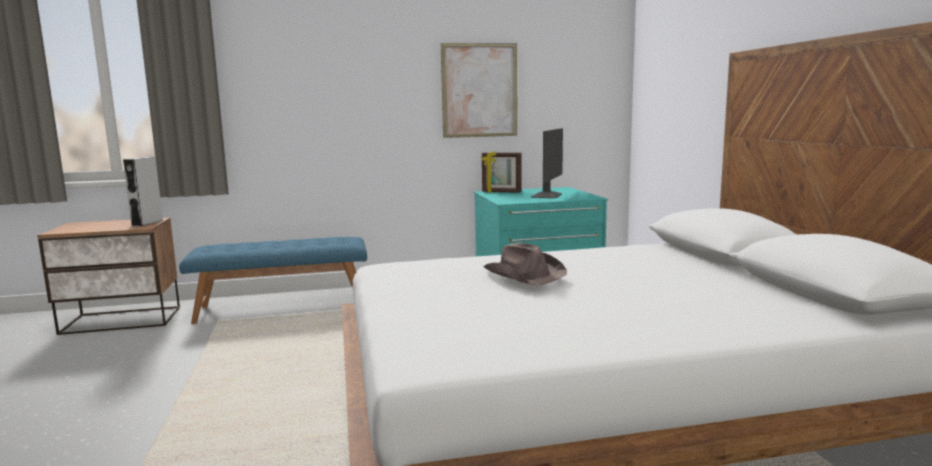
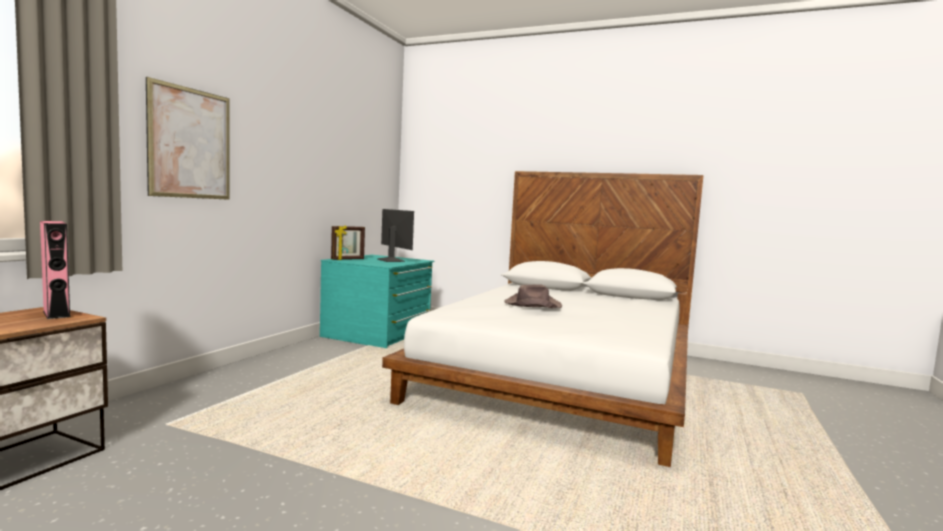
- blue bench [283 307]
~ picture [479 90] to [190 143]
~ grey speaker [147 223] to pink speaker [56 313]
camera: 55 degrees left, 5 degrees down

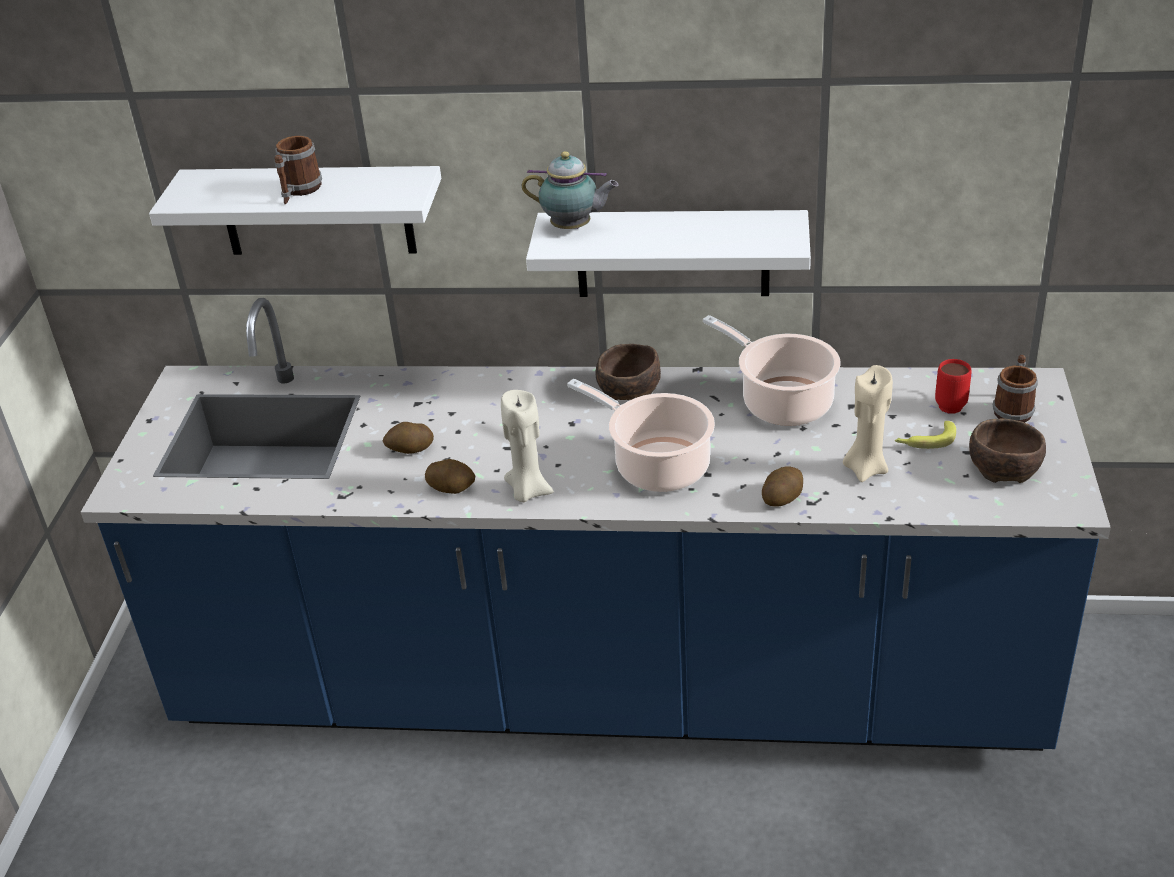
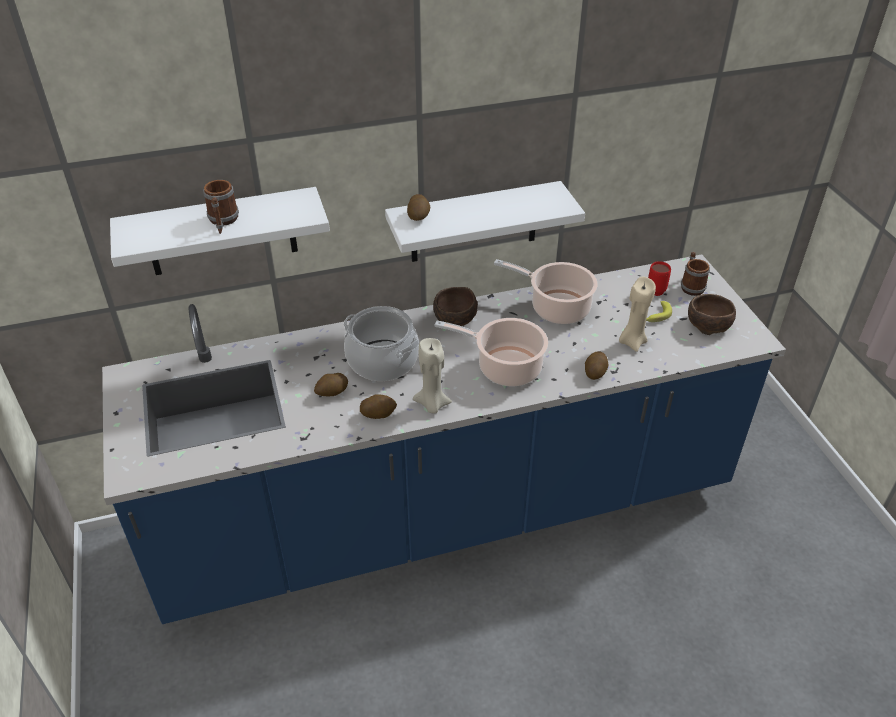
+ cooking pot [383 360]
~ teapot [573 228] to potato [418 217]
camera: 25 degrees left, 5 degrees up

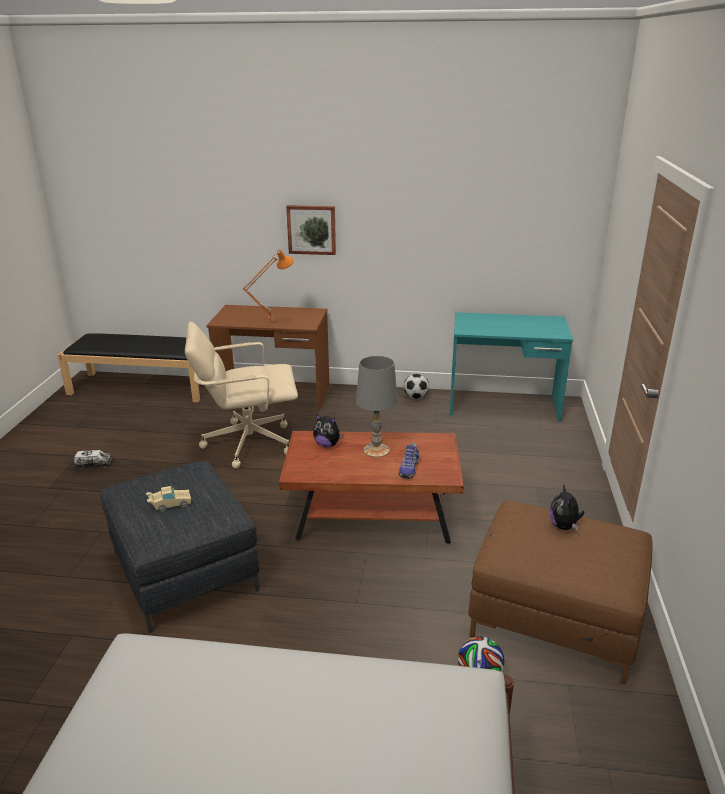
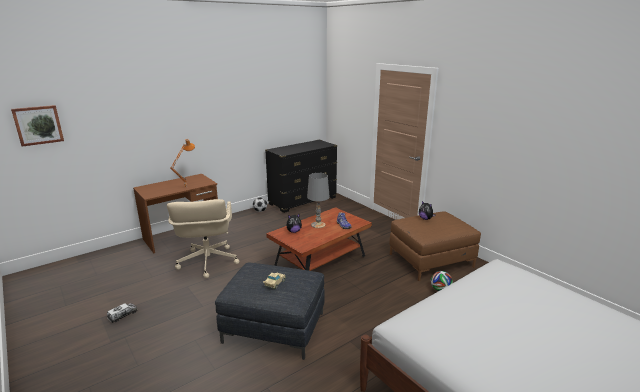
- black bench [143 387]
~ picture [311 229] to [38 125]
~ turquoise desk [504 406] to black dresser [303 201]
~ beige office chair [248 443] = [207 262] 45 degrees counterclockwise
camera: 45 degrees left, 5 degrees down

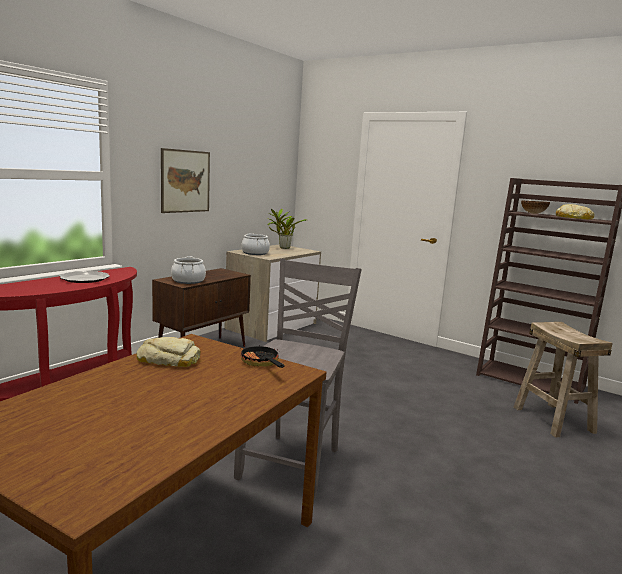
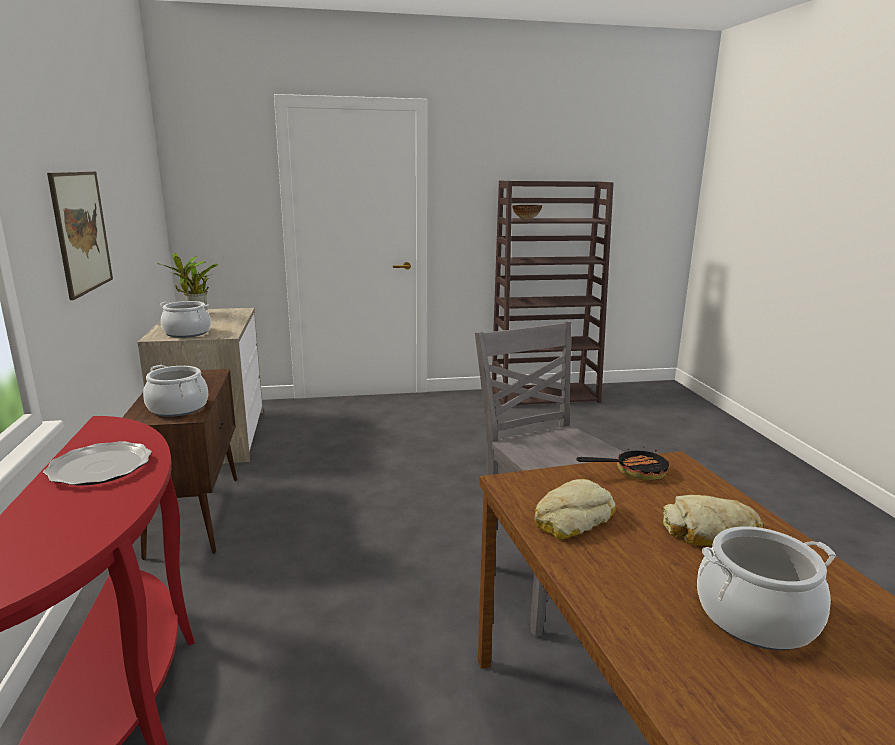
- beige stool [552 419]
+ cooking pot [755 616]
~ bread [573 217] to [709 531]
~ frying pan [261 363] = [633 472] 150 degrees clockwise
camera: 45 degrees left, 5 degrees up

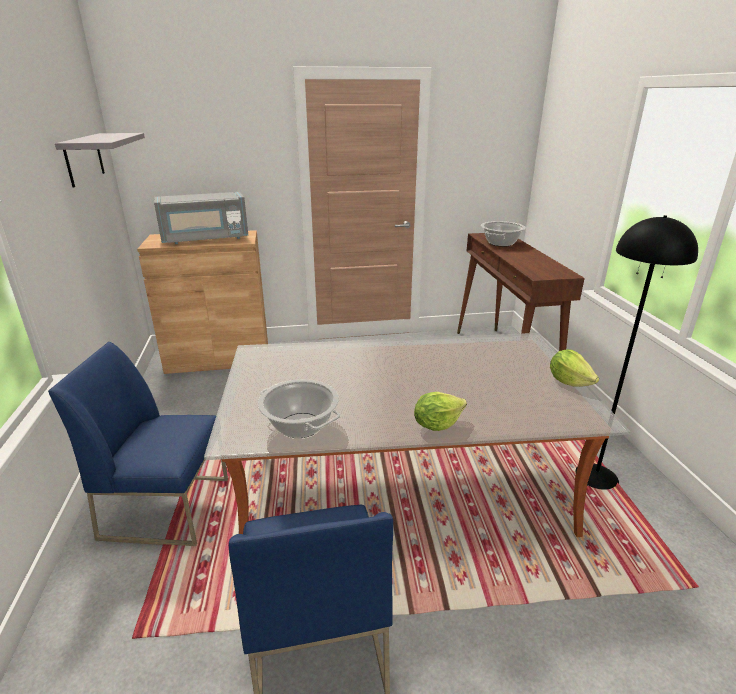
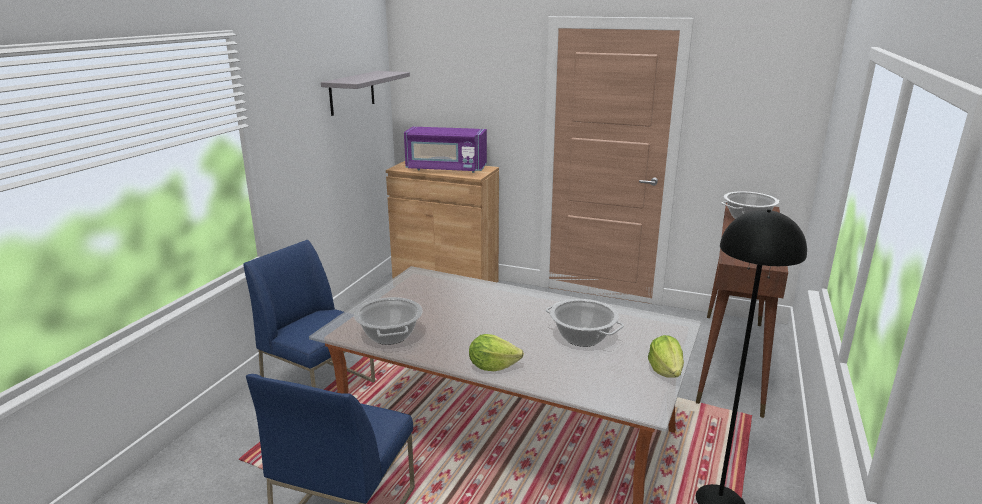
+ cooking pot [583 337]
~ grey microwave [205 239] to purple microwave [446 169]
camera: 30 degrees right, 5 degrees down

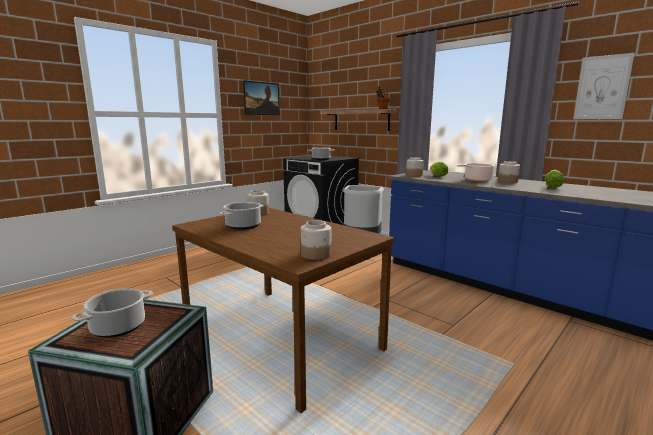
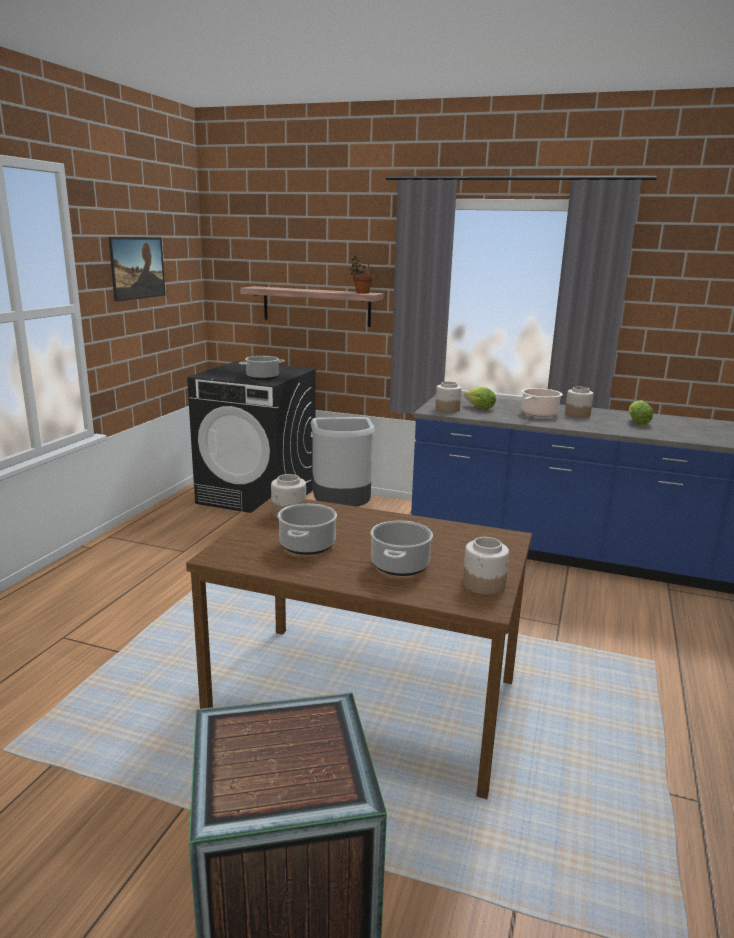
- picture [602 87]
~ cooking pot [118 327] to [400 566]
camera: 25 degrees left, 5 degrees up

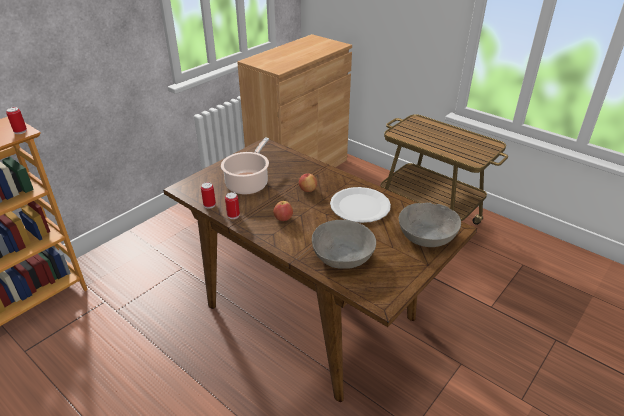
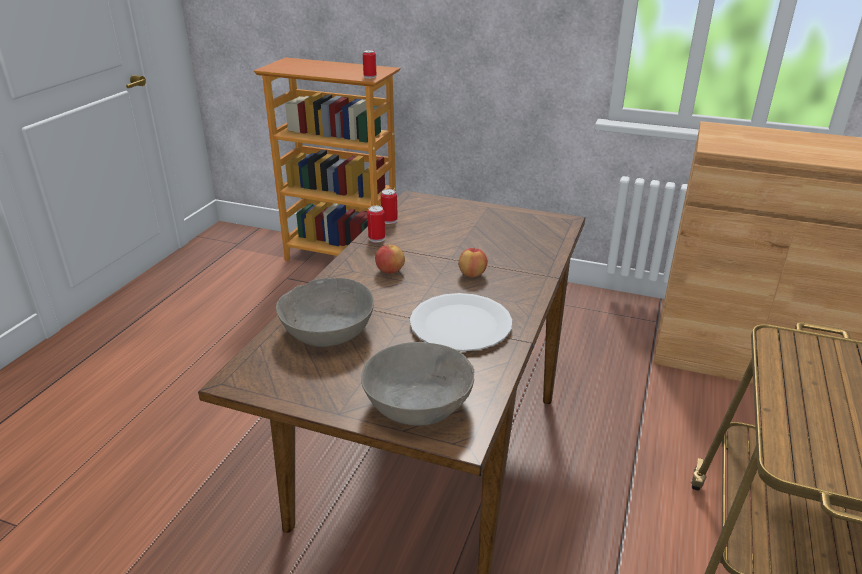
- cooking pot [248 183]
camera: 70 degrees right, 5 degrees down

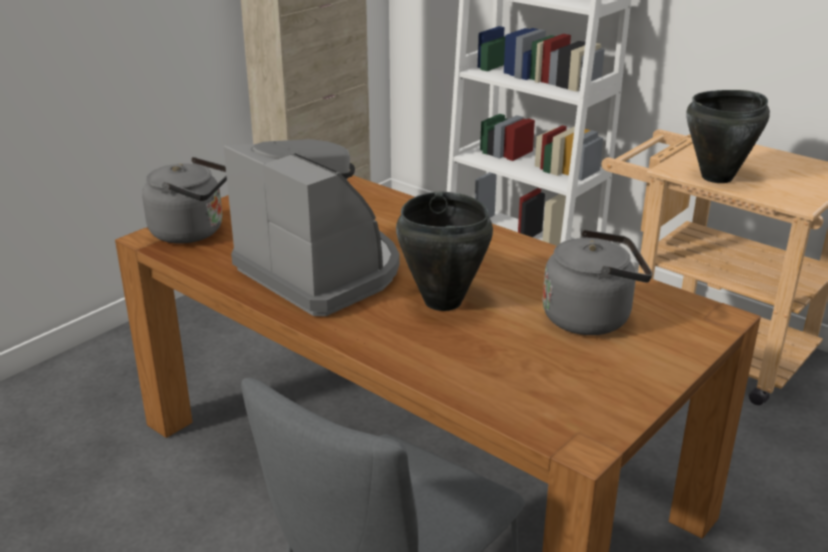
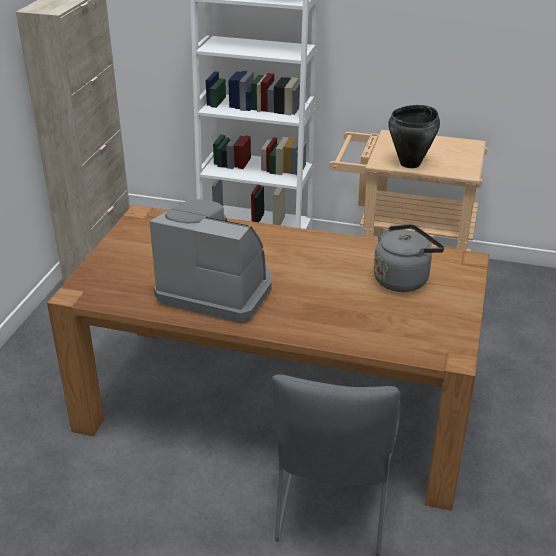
- grey kettle [192 232]
- black cooking pot [442 302]
camera: 25 degrees left, 5 degrees up

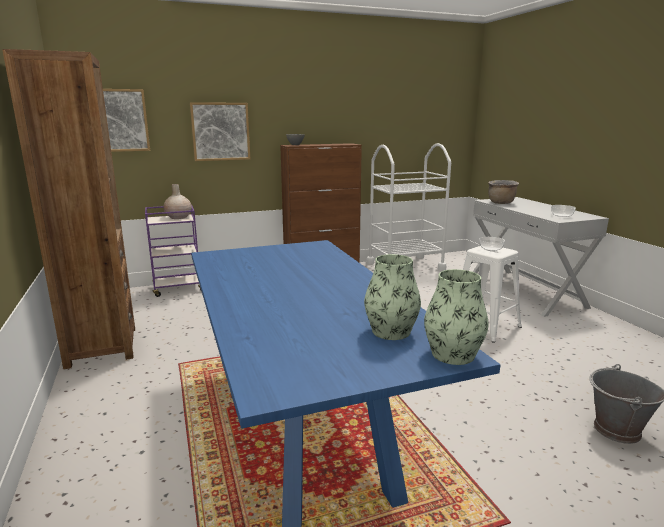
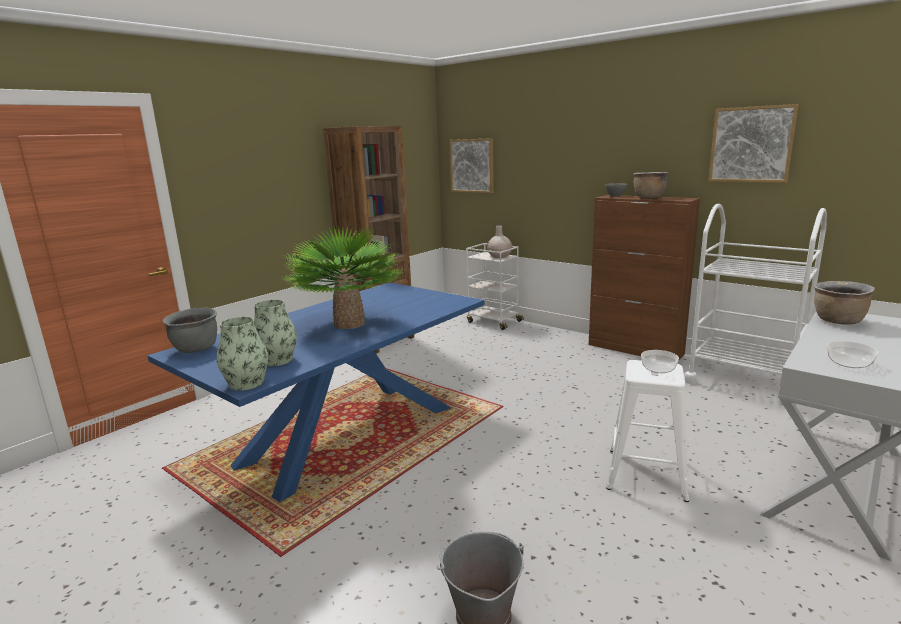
+ grey cooking pot [196 349]
+ potted plant [349 323]
+ brown cooking pot [648 197]
~ picture [220 131] to [751 144]
~ purple cart [178 288] to white cart [493 321]
camera: 60 degrees right, 0 degrees up

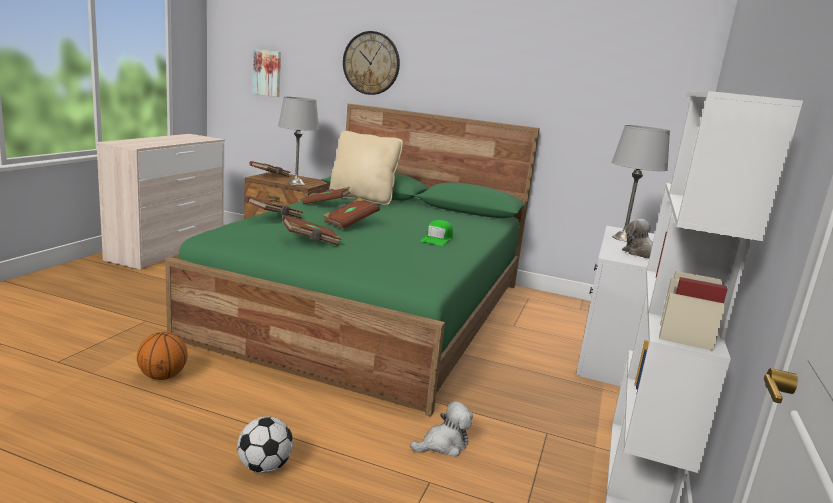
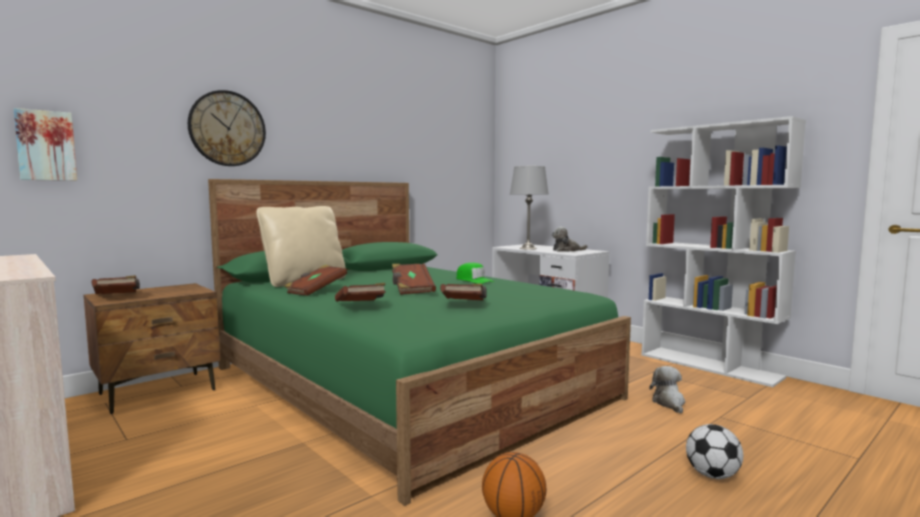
- grey table lamp [296 183]
camera: 60 degrees left, 10 degrees down

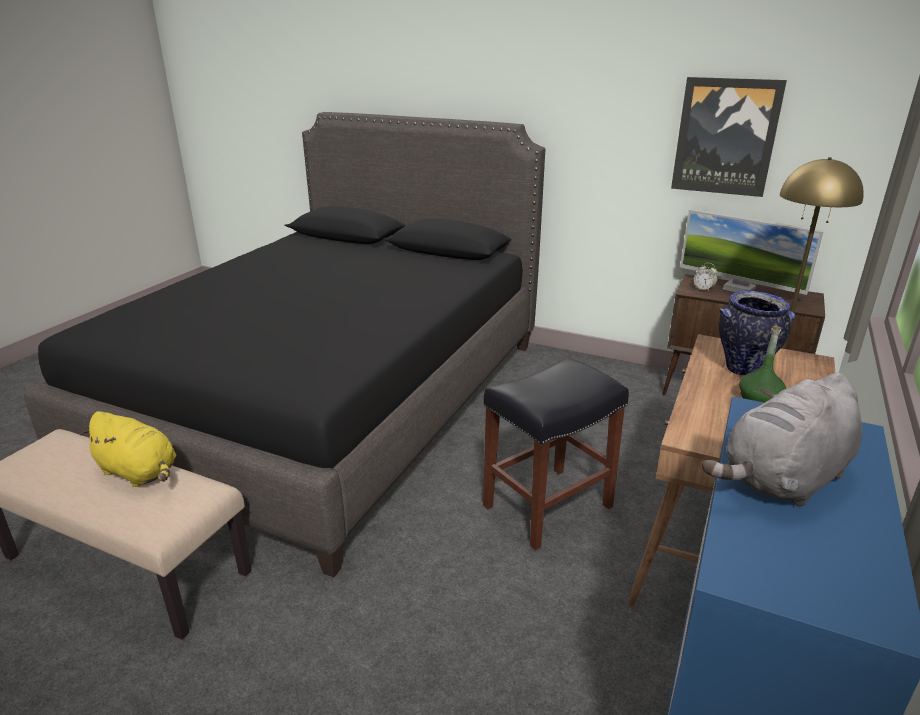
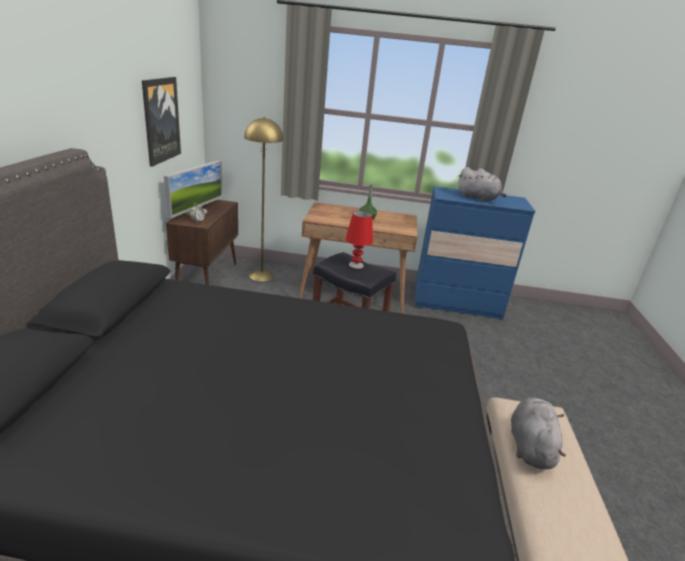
- vase [744 369]
+ red table lamp [356 265]
~ yellow plush toy [140 472] to grey plush toy [530 445]
camera: 110 degrees left, 0 degrees up

